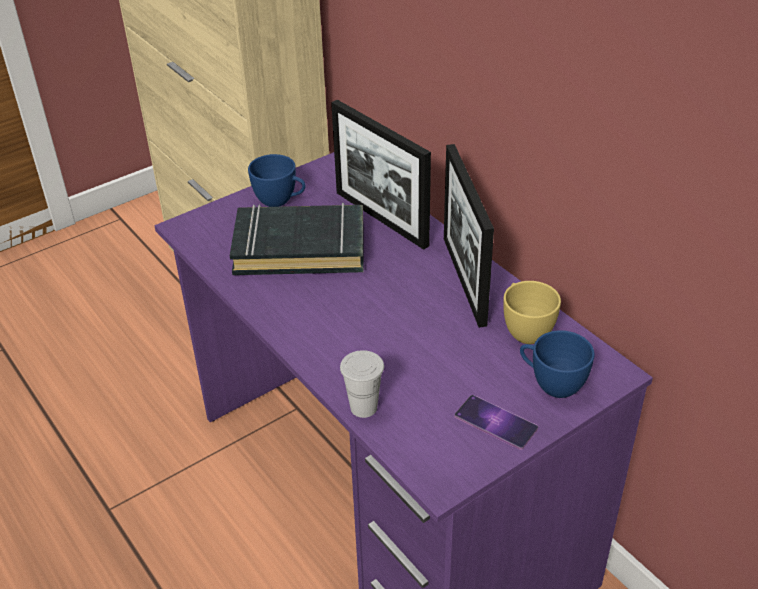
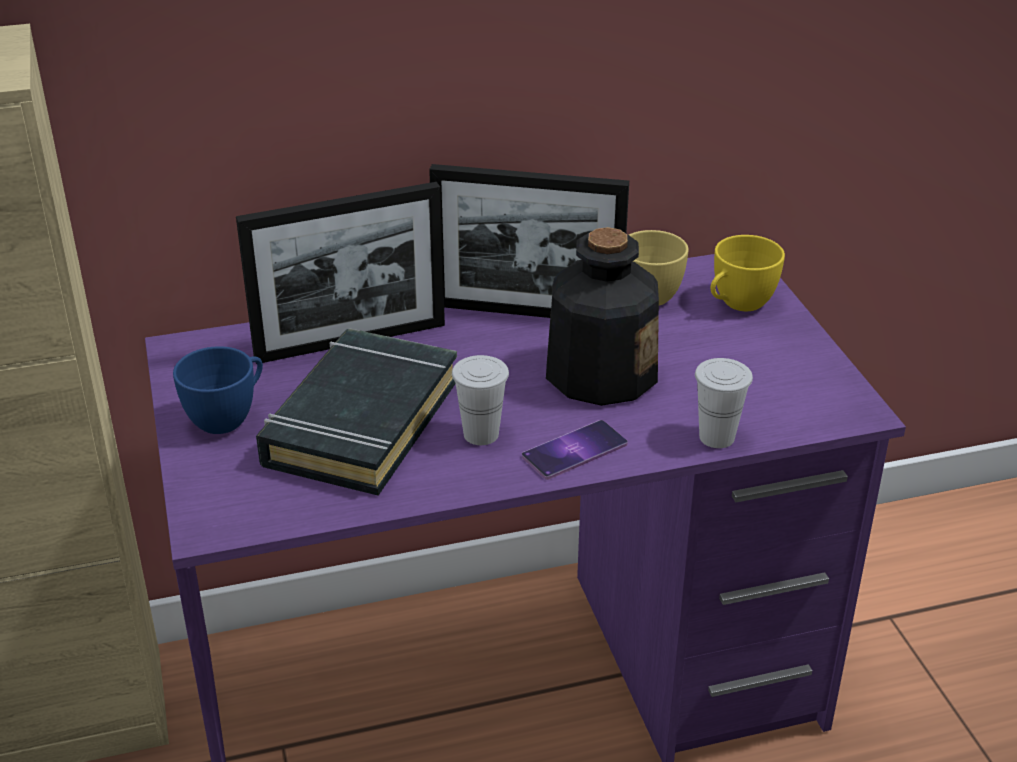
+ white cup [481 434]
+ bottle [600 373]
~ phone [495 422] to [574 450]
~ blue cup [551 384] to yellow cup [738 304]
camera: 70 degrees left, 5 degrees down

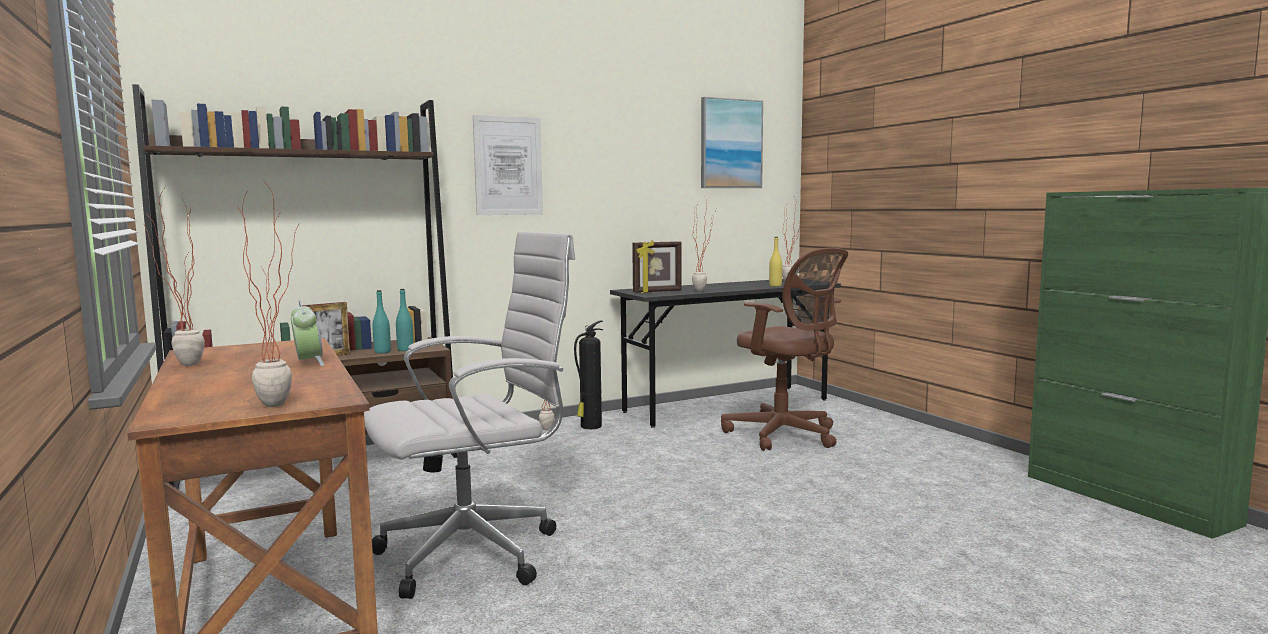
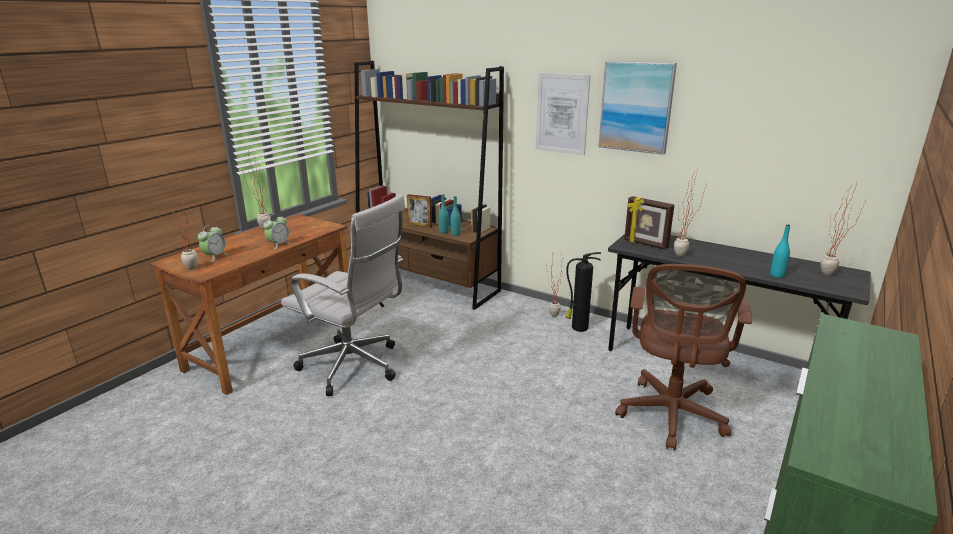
+ alarm clock [215 256]
~ picture [730 144] to [636 107]
~ yellow bottle [775 285] to turquoise bottle [777 275]
camera: 60 degrees right, 15 degrees up

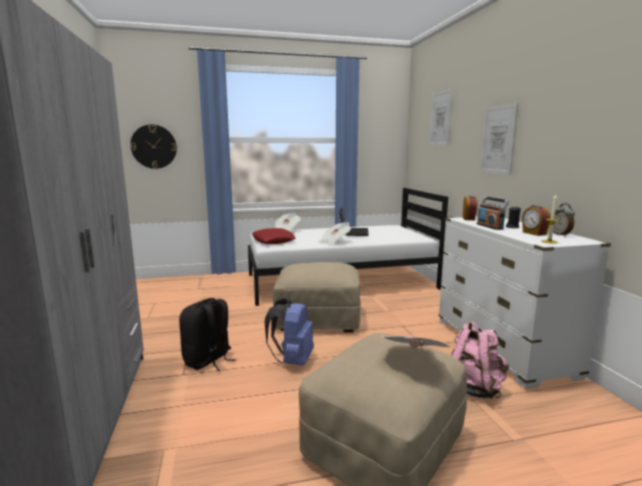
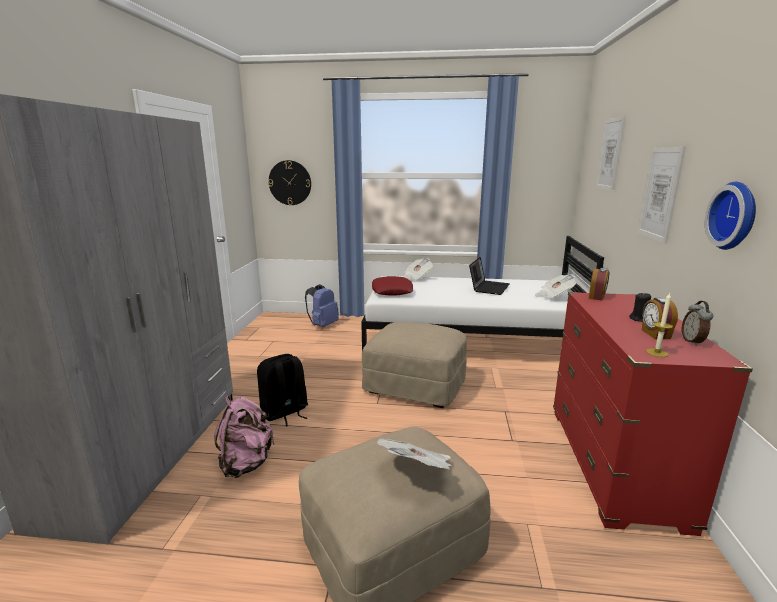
- radio [490 226]
+ wall clock [736 216]
~ blue backpack [292 360] to [323 325]
~ newspaper [334 242] to [554 296]
~ pink backpack [474 388] to [246 463]
~ white dresser [501 347] to red dresser [613 464]
camera: 20 degrees right, 5 degrees up

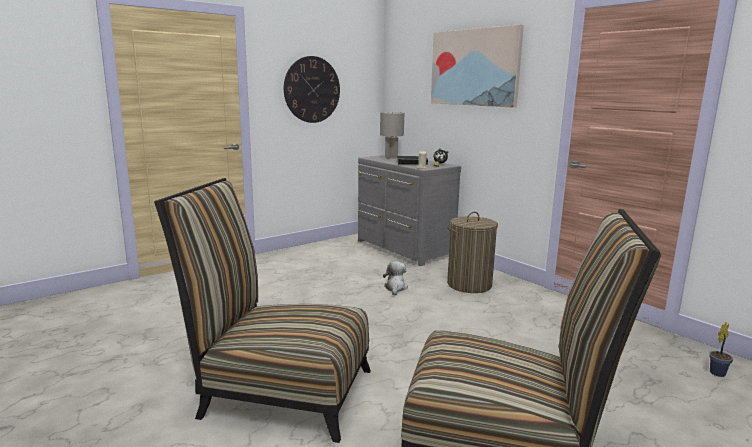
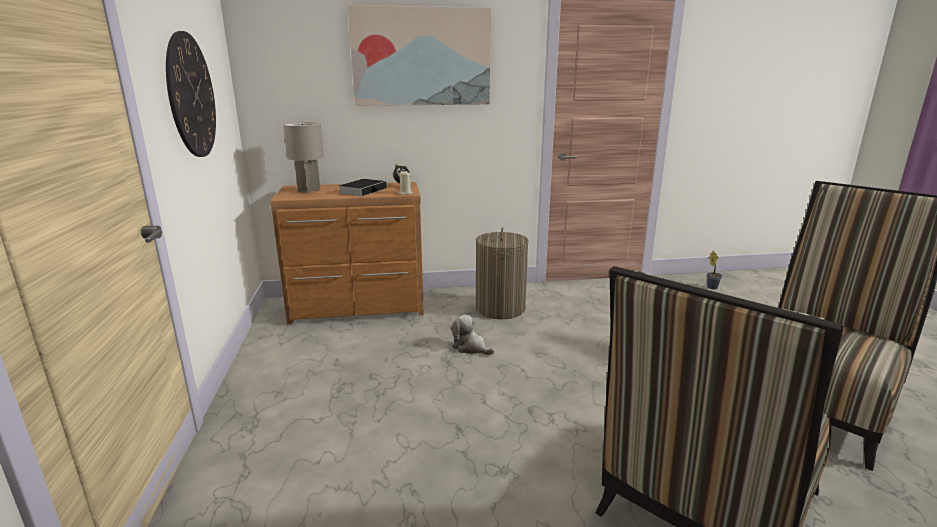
~ grey dresser [403 249] to brown dresser [359 307]
camera: 60 degrees left, 5 degrees up

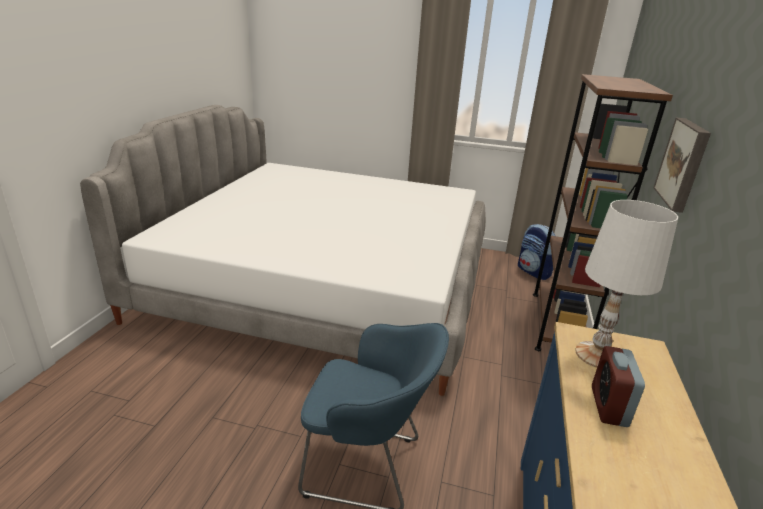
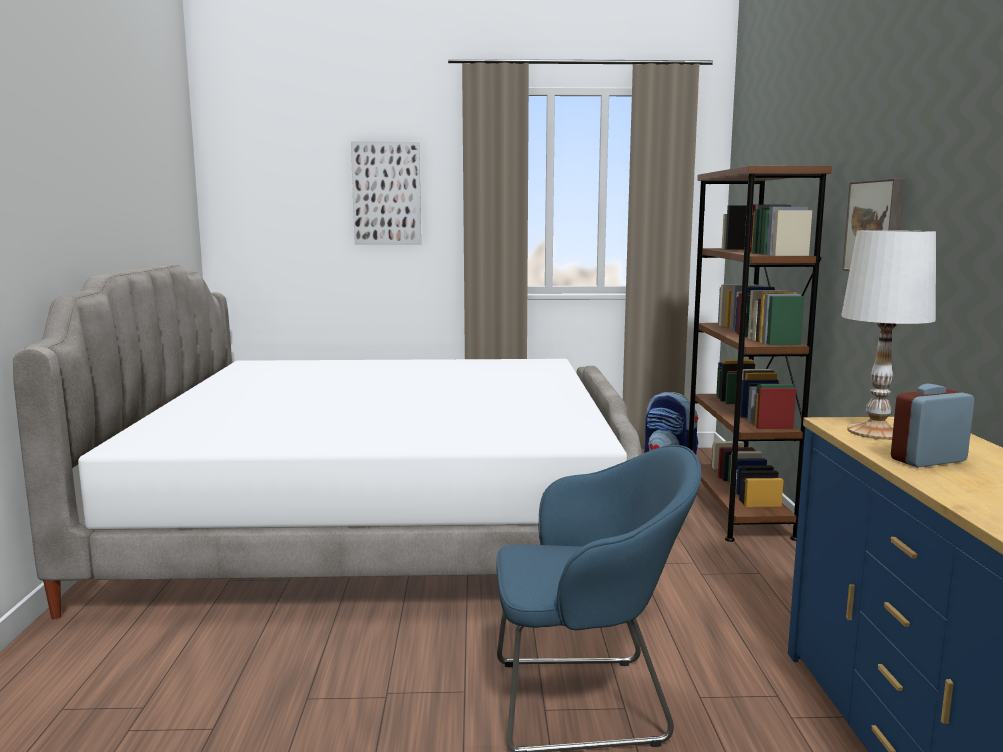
+ picture [386 193]
~ alarm clock [608 406] = [928 460] 75 degrees clockwise
camera: 15 degrees left, 15 degrees down

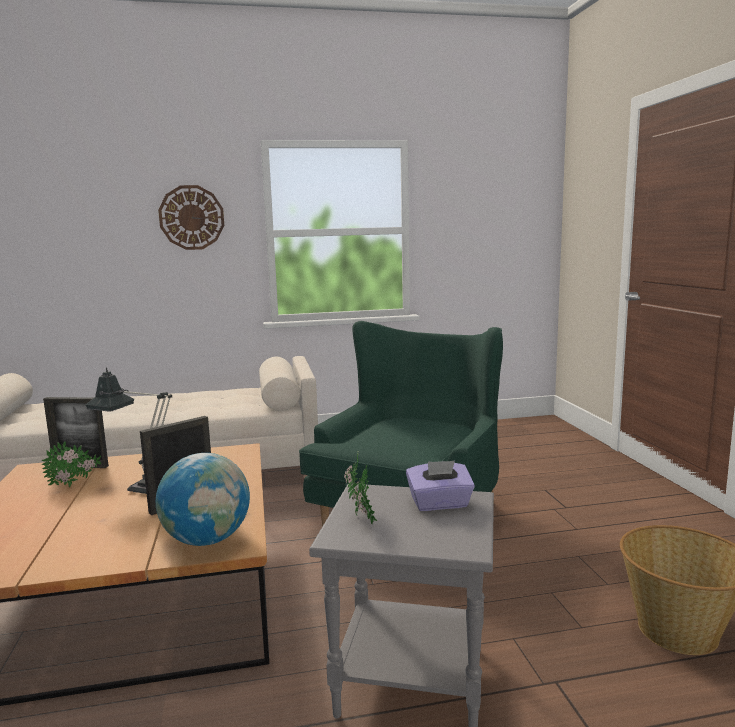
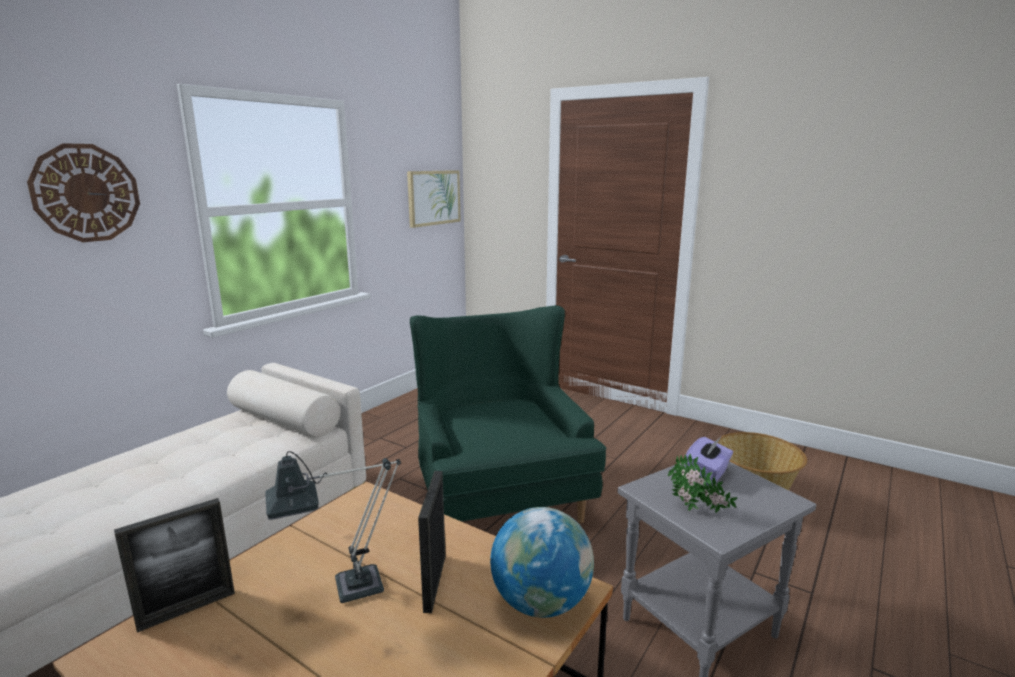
- potted plant [75 484]
+ picture [433 197]
camera: 45 degrees left, 5 degrees up

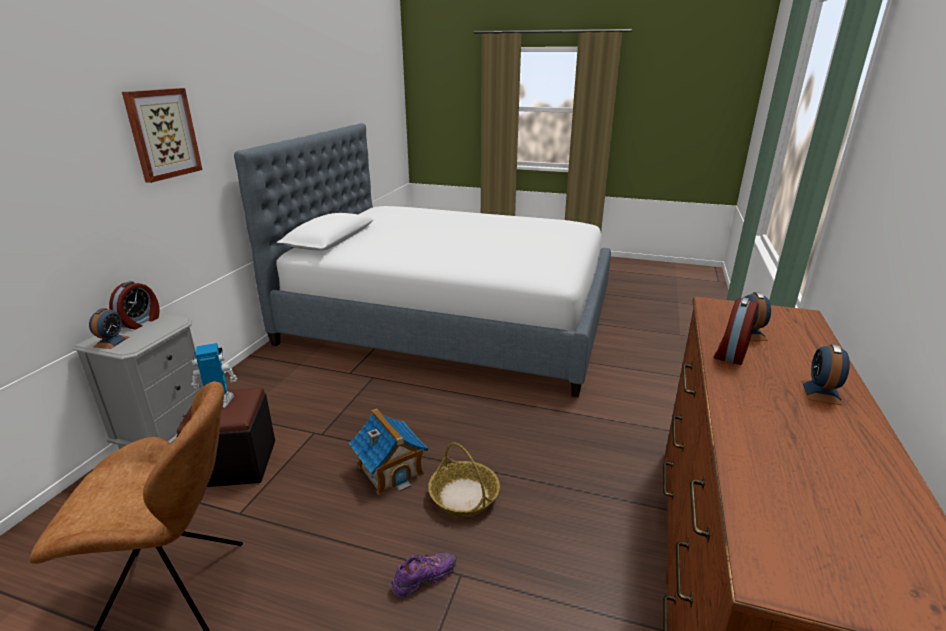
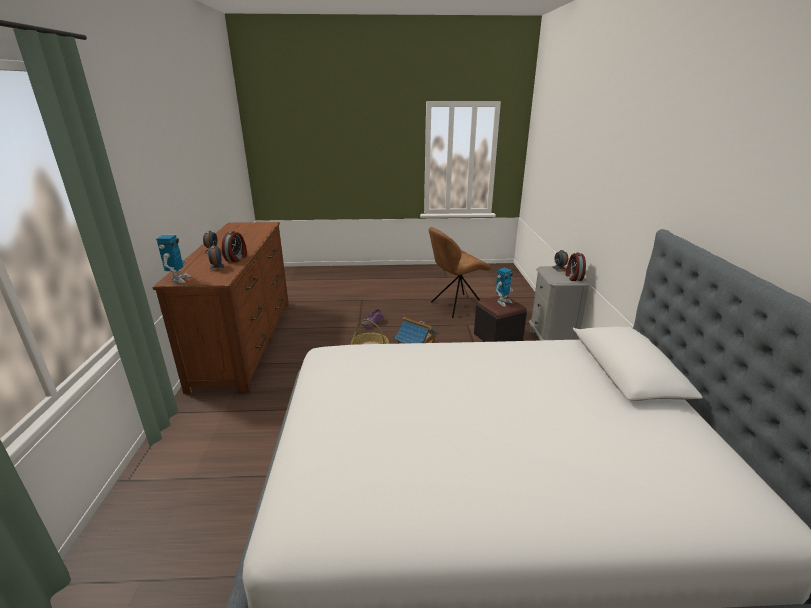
- picture [162 134]
+ toy robot [179 279]
camera: 160 degrees right, 0 degrees up

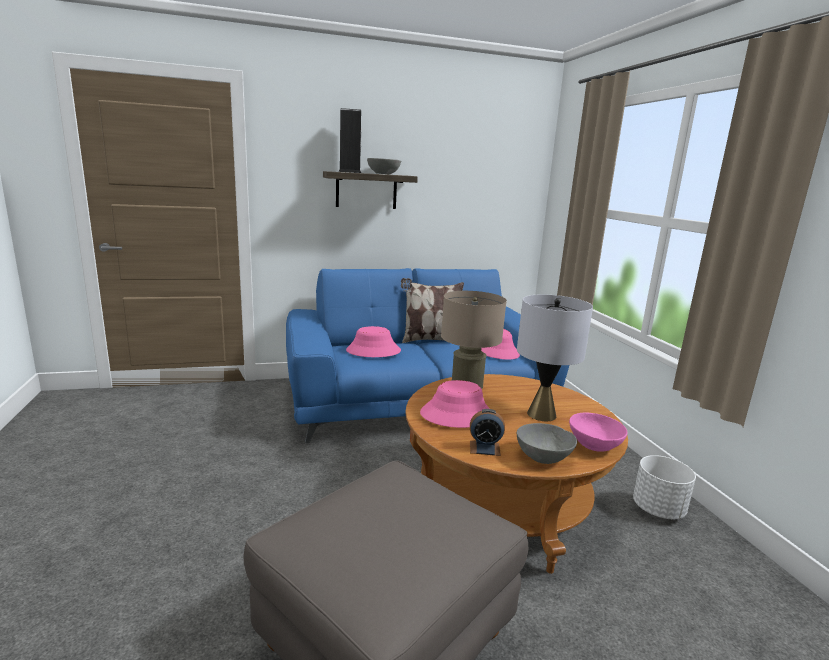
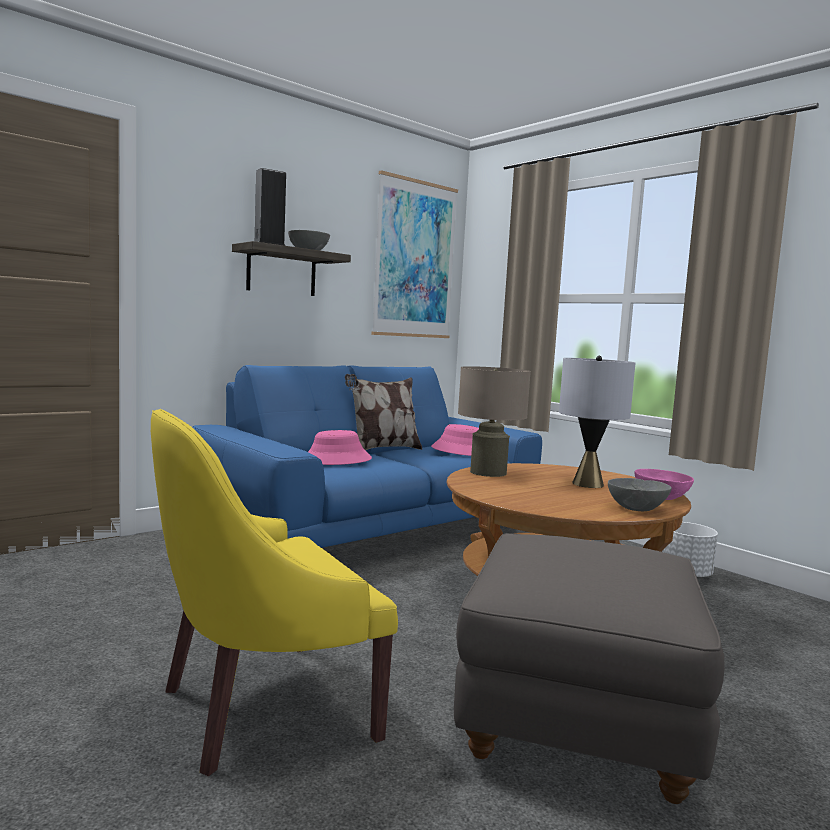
- pink hat [456 414]
- alarm clock [484 448]
+ yellow armchair [261 707]
+ picture [414 259]
camera: 25 degrees left, 10 degrees down

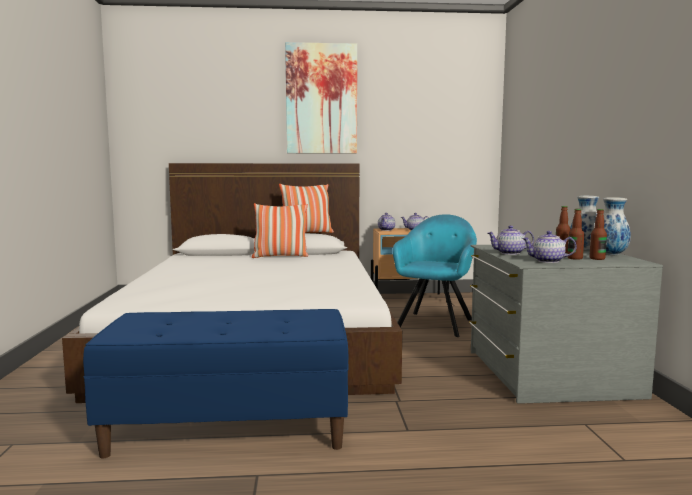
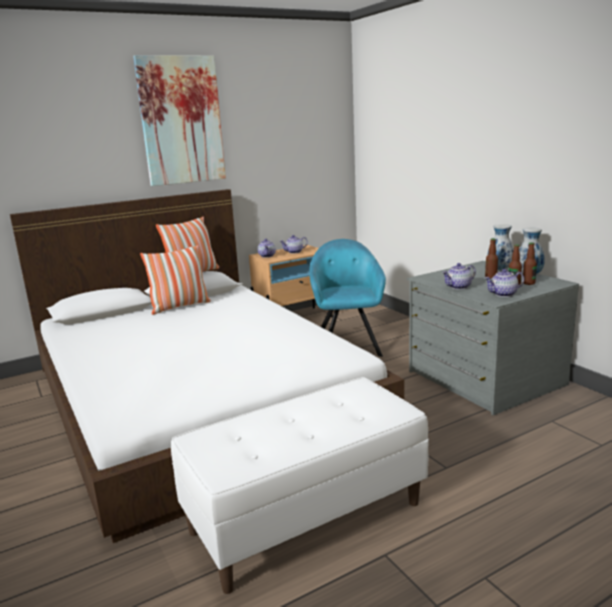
~ blue bench [230 428] to white bench [306 516]
camera: 25 degrees left, 10 degrees up

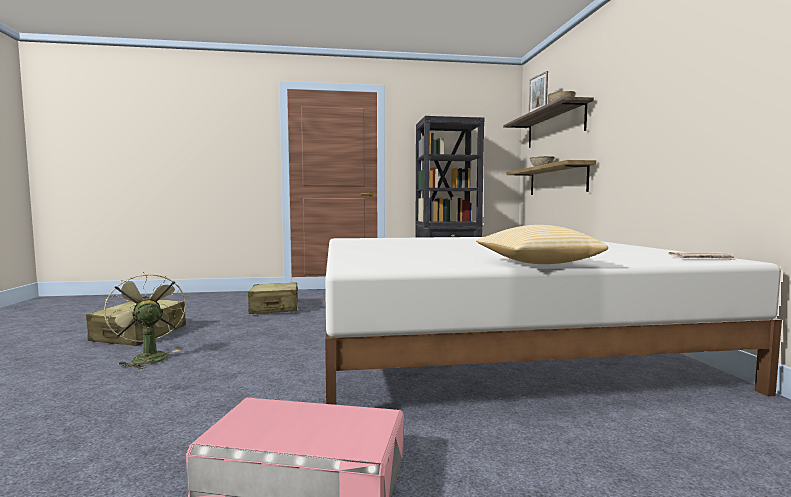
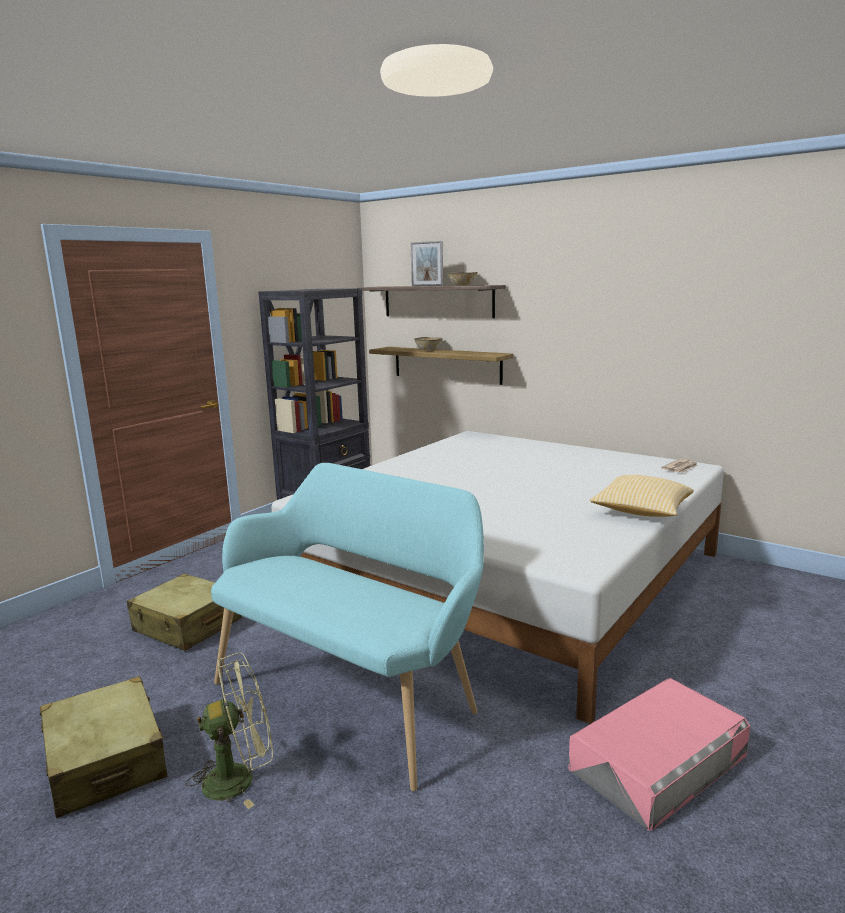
+ turquoise bench [352 693]
~ green fan [147 357] = [239 778] 150 degrees clockwise
camera: 45 degrees left, 10 degrees up

